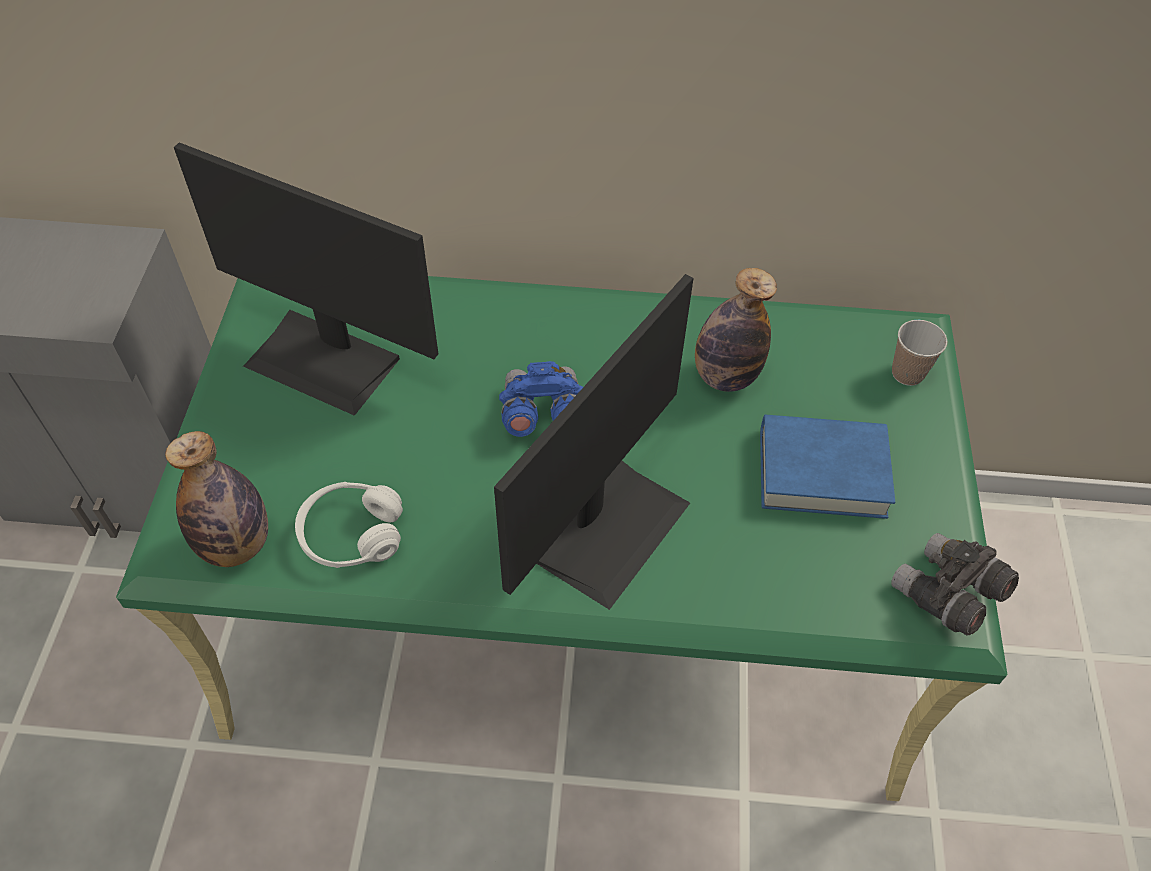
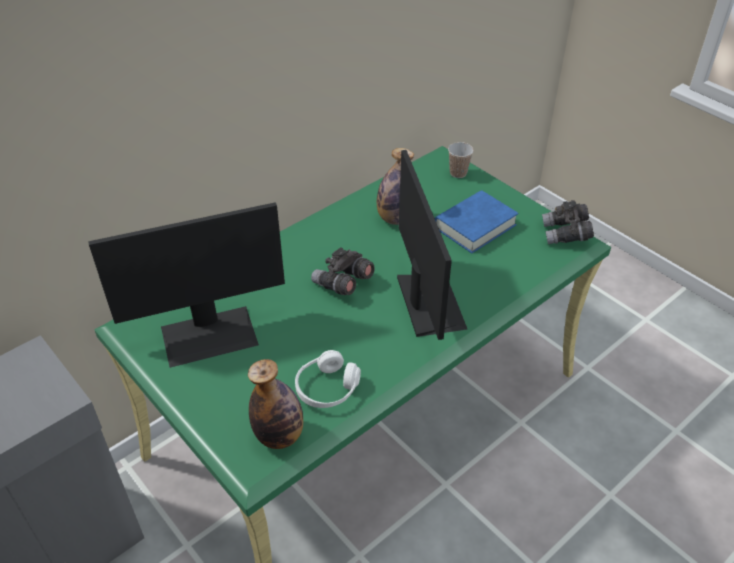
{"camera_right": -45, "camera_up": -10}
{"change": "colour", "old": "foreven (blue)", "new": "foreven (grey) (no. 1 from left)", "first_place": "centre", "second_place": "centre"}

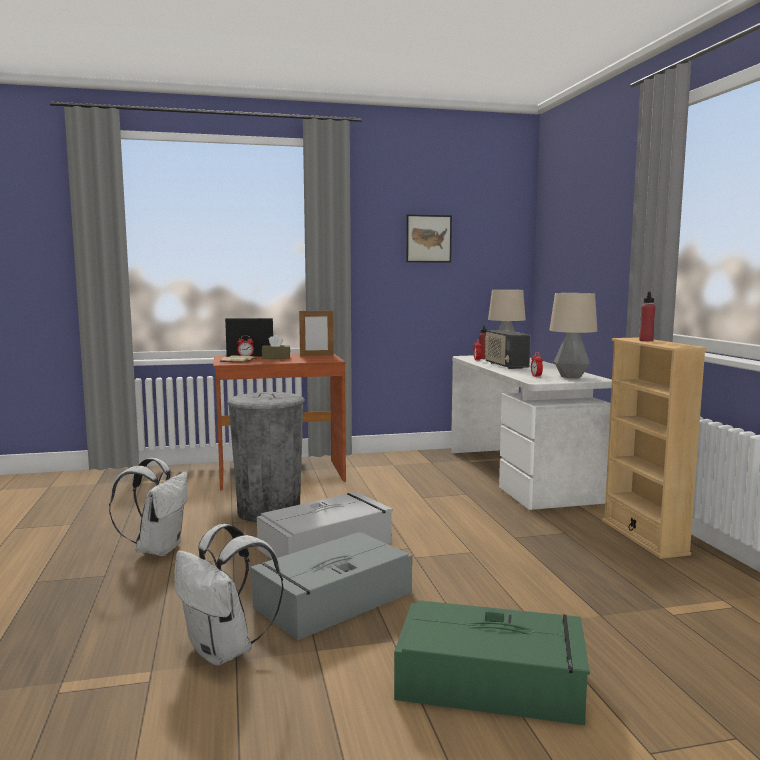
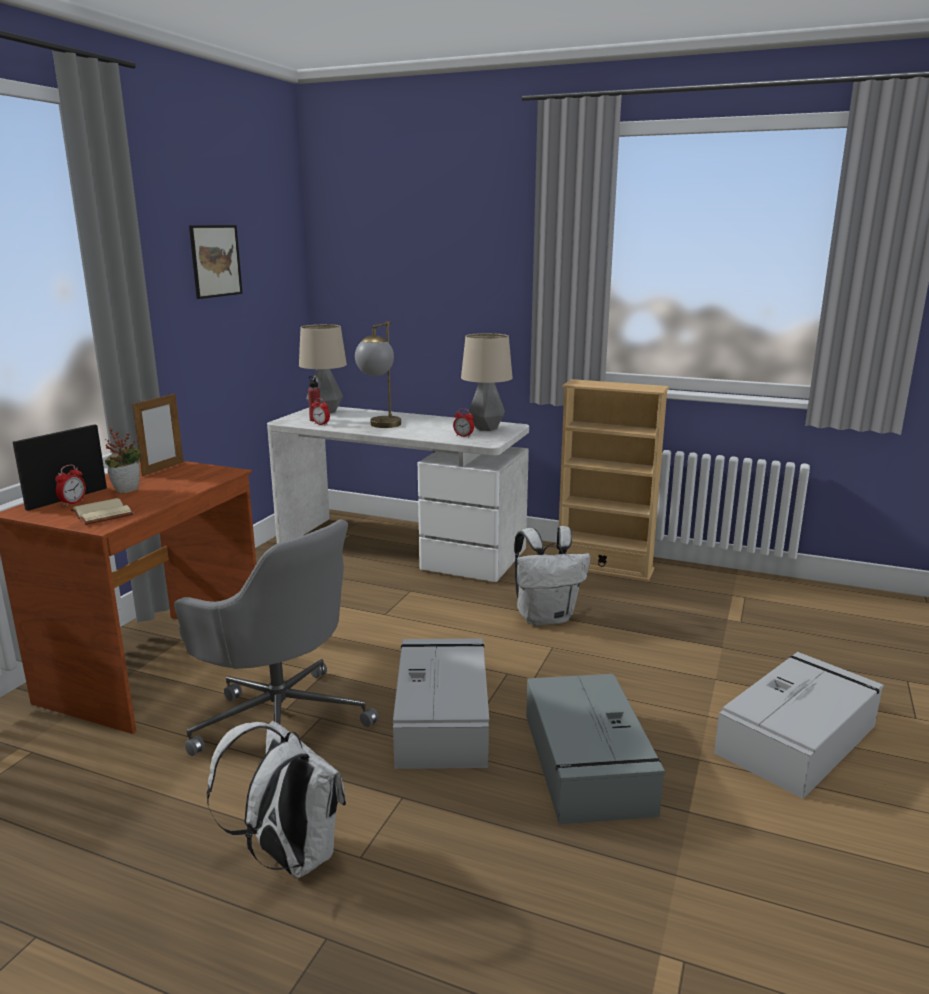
{"camera_right": -55, "camera_up": 10}
{"change": "relocated", "old": "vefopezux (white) (no. 2 from left)", "first_place": "bottom left", "second_place": "centre"}
{"change": "exchanged", "old": "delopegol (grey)", "new": "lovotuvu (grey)", "first_place": "centre", "second_place": "middle left"}
{"change": "exchanged", "old": "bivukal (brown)", "new": "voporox", "first_place": "centre", "second_place": "middle left"}
{"change": "colour", "old": "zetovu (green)", "new": "zetovu (grey) (no. 3 from left)", "first_place": "bottom centre", "second_place": "bottom right"}
{"change": "exchanged", "old": "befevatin", "new": "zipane (no. 2 from left)", "first_place": "middle right", "second_place": "centre"}
{"change": "missing", "old": "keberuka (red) (no. 2 from left)", "first_place": "middle right"}

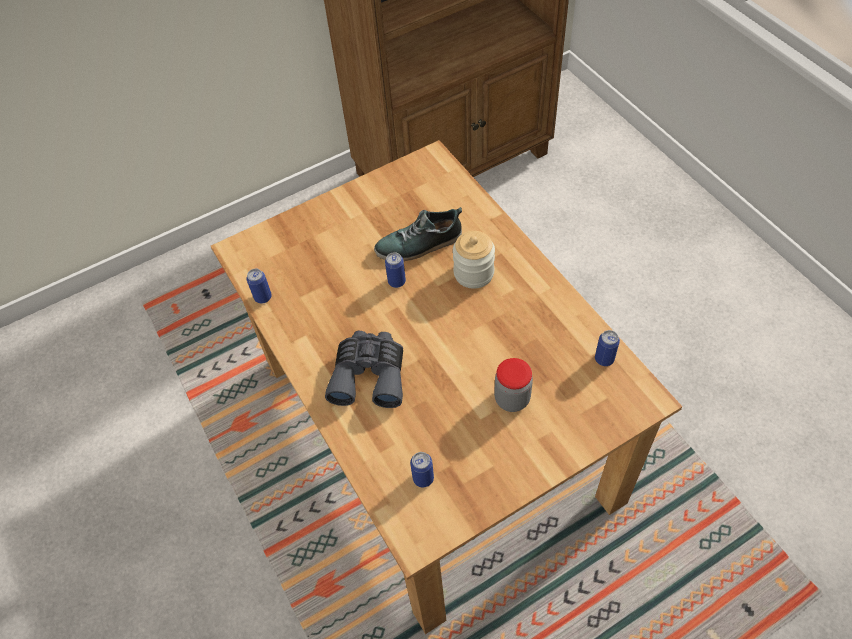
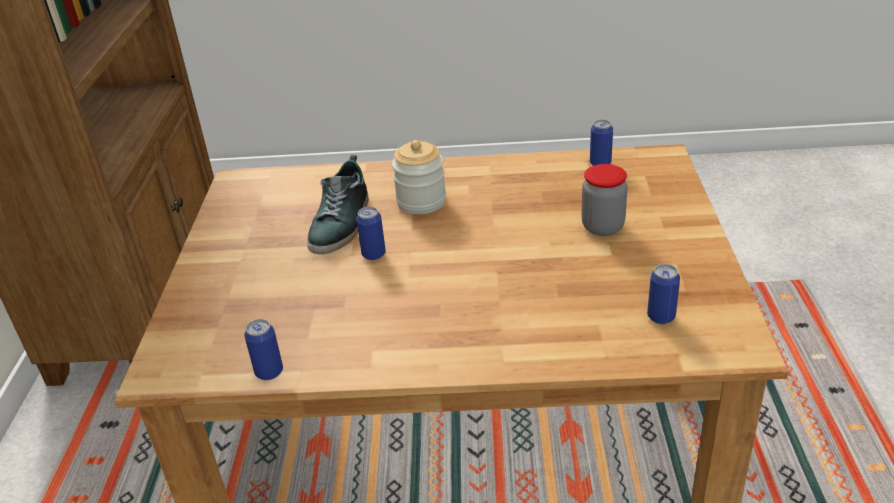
{"camera_right": -60, "camera_up": -20}
{"change": "missing", "old": "foreven (grey)", "first_place": "centre"}

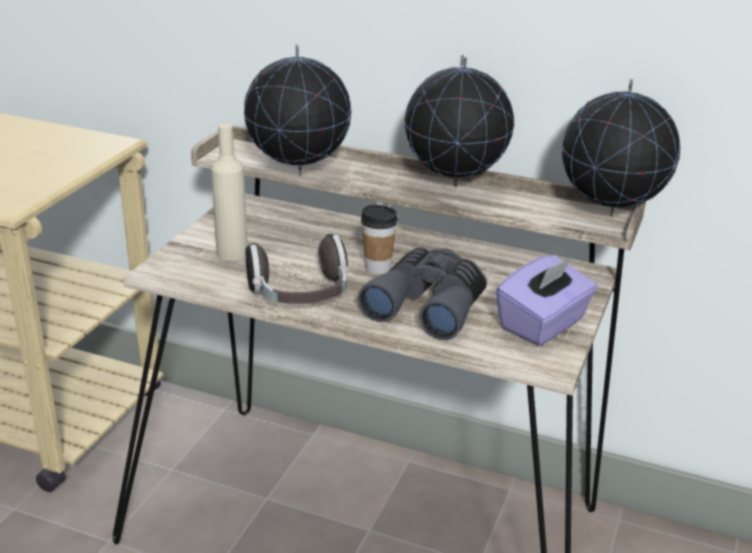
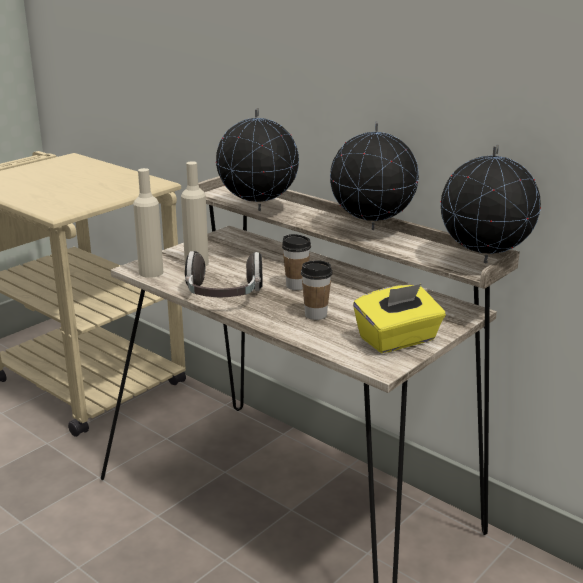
{"camera_right": 20, "camera_up": -5}
{"change": "exchanged", "old": "foreven (grey)", "new": "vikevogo (no. 2 from left)", "first_place": "centre", "second_place": "centre"}
{"change": "colour", "old": "bivukal (purple)", "new": "bivukal (yellow)", "first_place": "middle right", "second_place": "middle right"}
{"change": "appeared", "new": "keberuka (beige) (no. 1 from left)", "second_place": "middle left"}

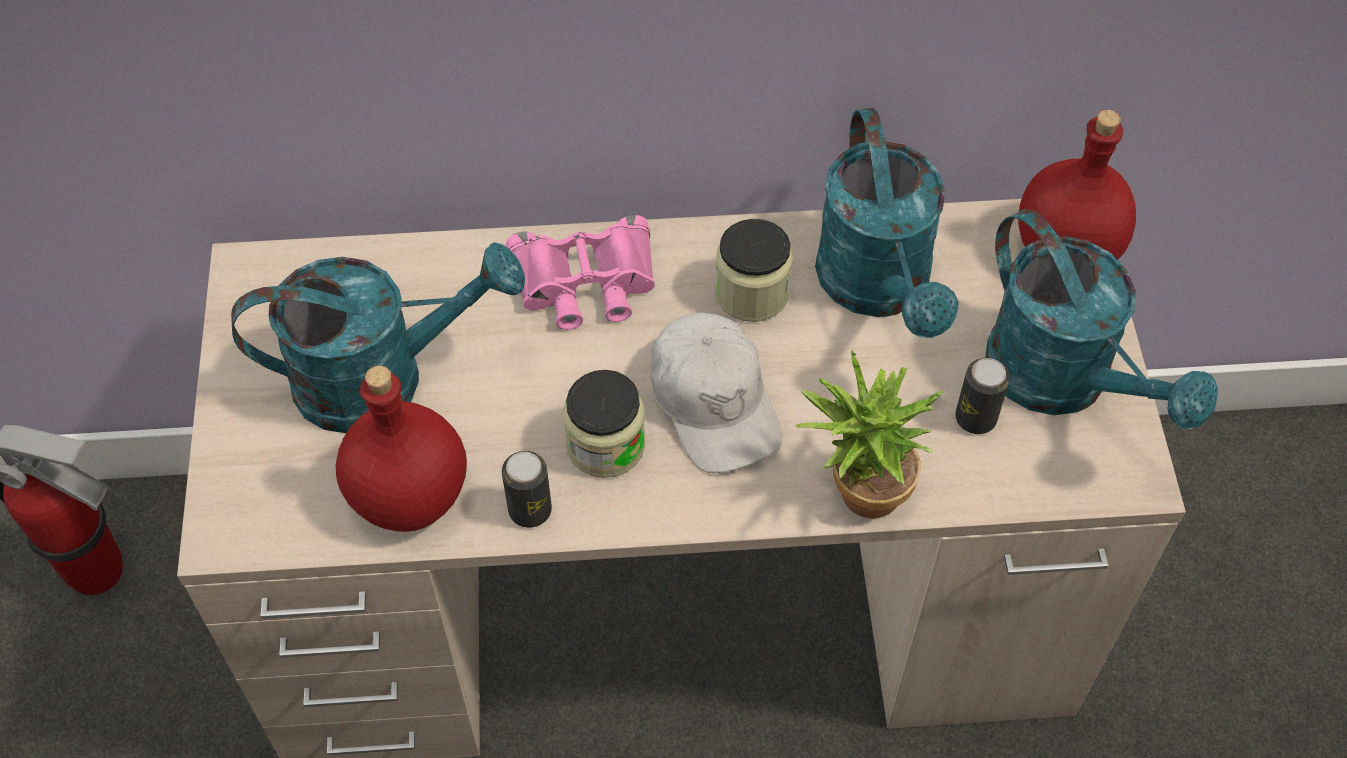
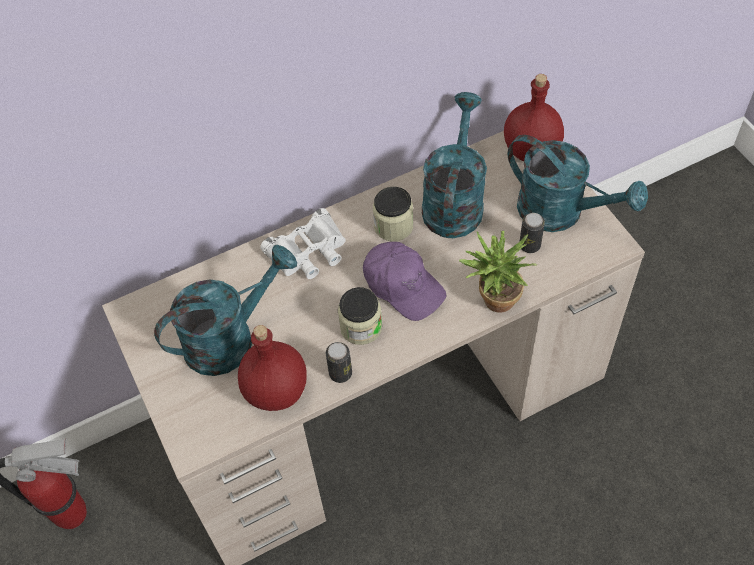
{"camera_right": -20, "camera_up": 0}
{"change": "colour", "old": "foreven (pink)", "new": "foreven (white)", "first_place": "centre", "second_place": "centre"}
{"change": "colour", "old": "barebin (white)", "new": "barebin (purple)", "first_place": "centre", "second_place": "centre"}
{"change": "spun", "old": "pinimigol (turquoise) (no. 2 from left)", "first_place": "top centre", "second_place": "top centre", "degrees": -135}

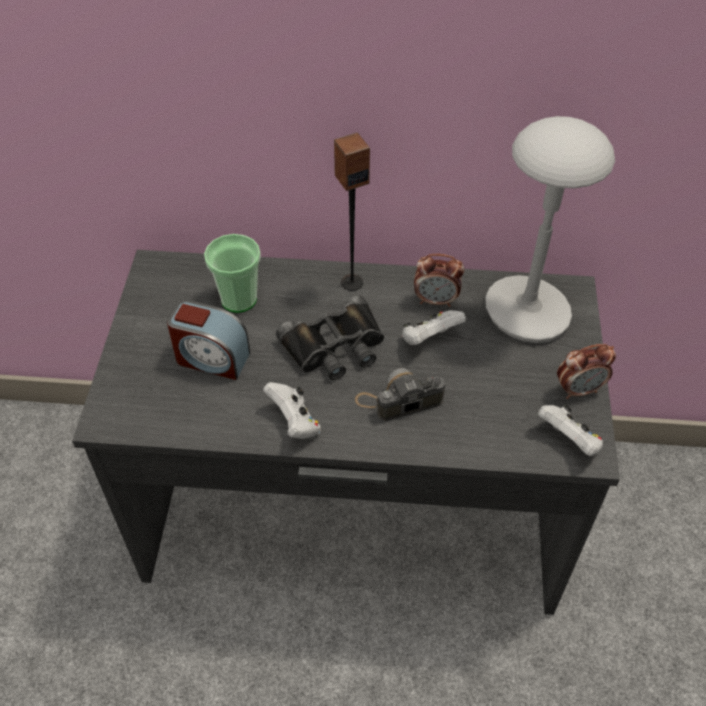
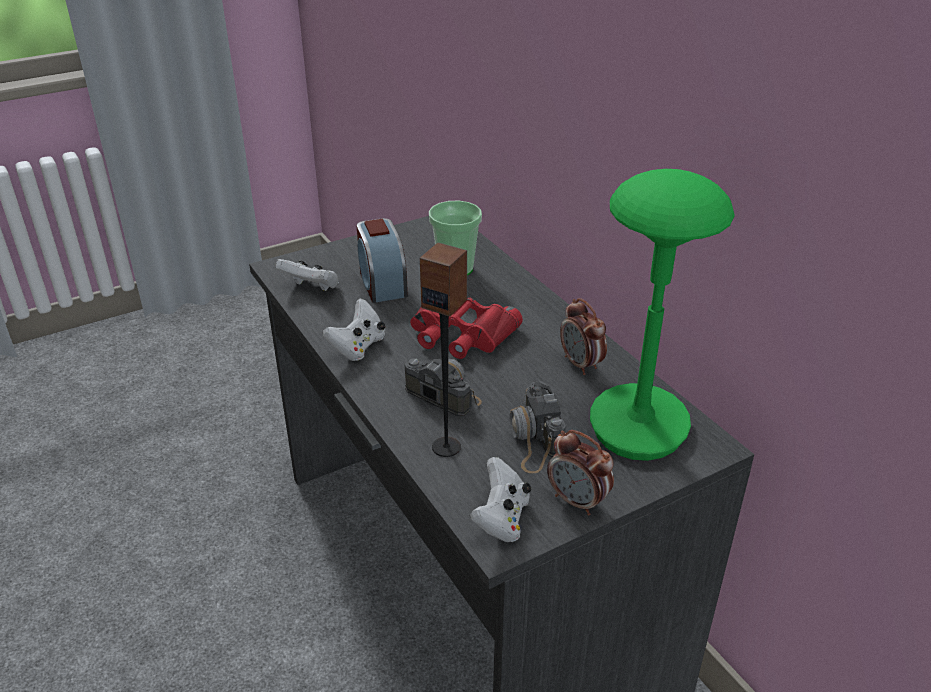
{"camera_right": 55, "camera_up": -15}
{"change": "colour", "old": "foreven (black)", "new": "foreven (red)", "first_place": "centre", "second_place": "centre"}
{"change": "relocated", "old": "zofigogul", "first_place": "top centre", "second_place": "centre"}
{"change": "relocated", "old": "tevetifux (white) (no. 2 from left in the first image)", "new": "tevetifux (white) (no. 1 from left)", "first_place": "centre", "second_place": "middle left"}
{"change": "colour", "old": "zipane (grey)", "new": "zipane (green)", "first_place": "top right", "second_place": "middle right"}
{"change": "appeared", "new": "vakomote (no. 2 from left)", "second_place": "centre"}

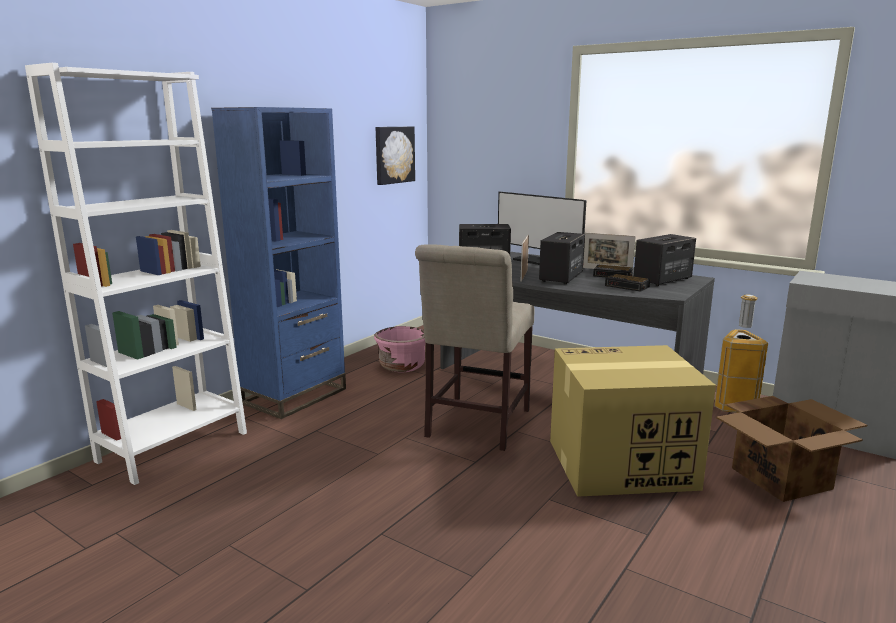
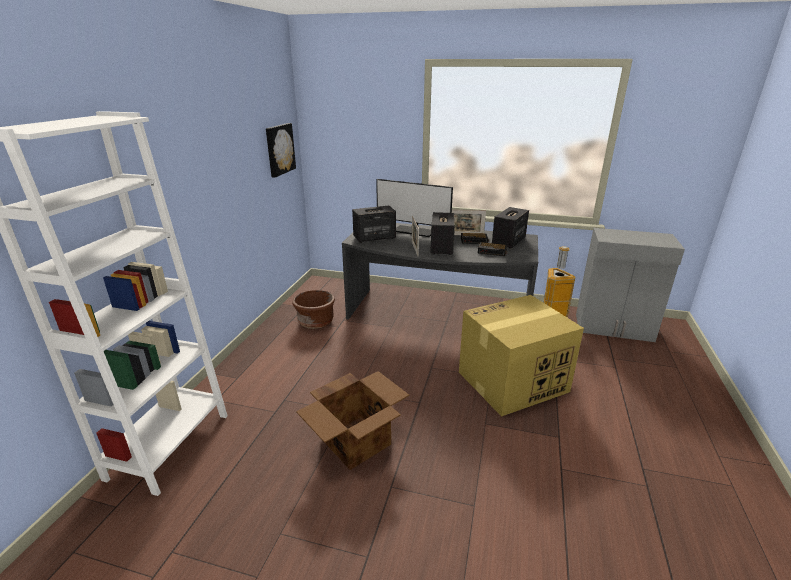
{"camera_right": -20, "camera_up": 10}
{"change": "missing", "old": "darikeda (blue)", "first_place": "middle left"}
{"change": "colour", "old": "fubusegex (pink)", "new": "fubusegex (brown)", "first_place": "centre", "second_place": "centre"}
{"change": "missing", "old": "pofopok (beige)", "first_place": "centre"}
{"change": "relocated", "old": "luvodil (no. 2 from left in the first image)", "new": "luvodil (no. 1 from left)", "first_place": "bottom right", "second_place": "bottom centre"}

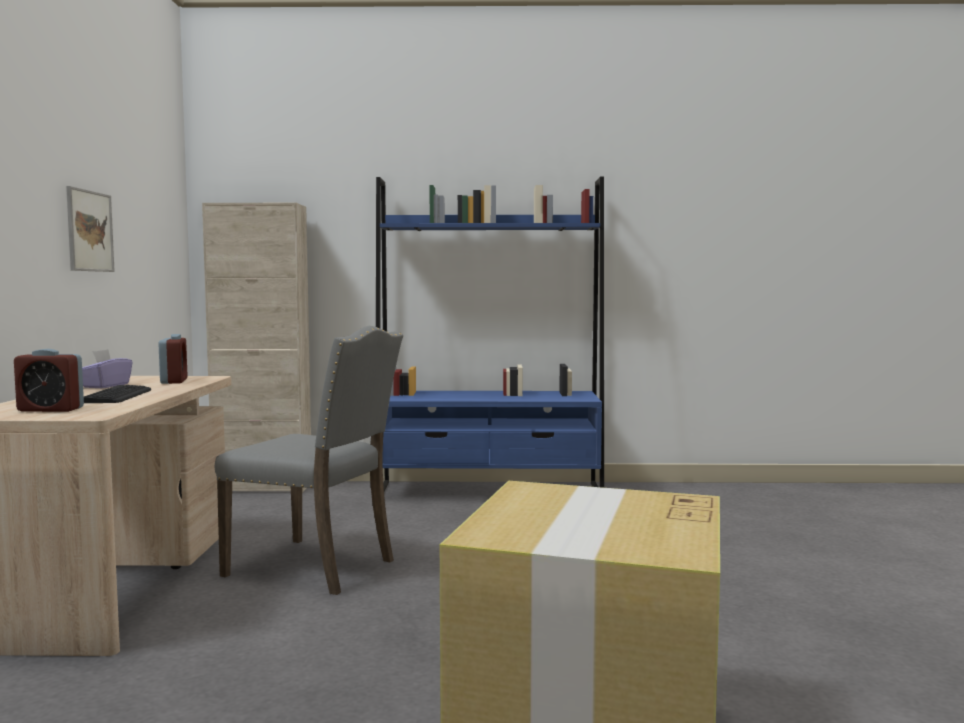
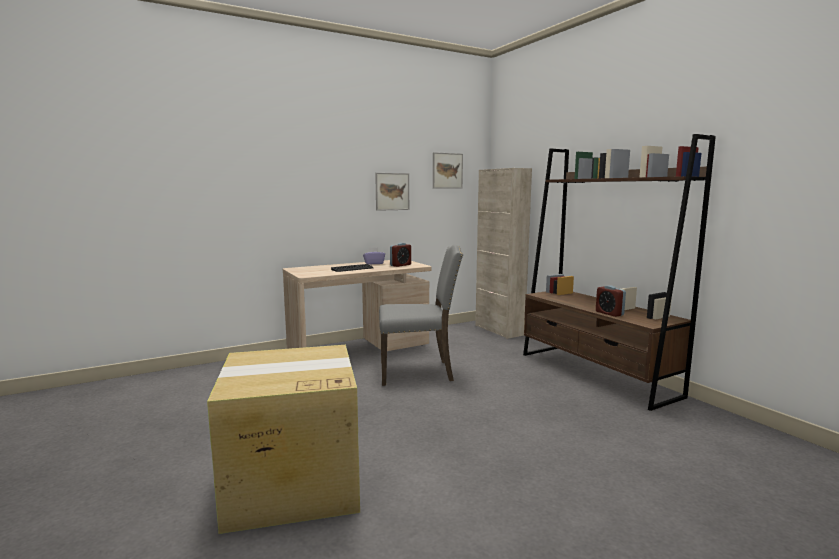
{"camera_right": 60, "camera_up": 5}
{"change": "relocated", "old": "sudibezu (no. 1 from left in the first image)", "new": "sudibezu (no. 2 from left)", "first_place": "middle left", "second_place": "middle right"}
{"change": "spun", "old": "pofopok (grey)", "first_place": "middle left", "second_place": "centre", "degrees": -90}
{"change": "colour", "old": "darikeda (blue)", "new": "darikeda (brown)", "first_place": "centre", "second_place": "middle right"}
{"change": "appeared", "new": "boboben (no. 2 from left)", "second_place": "top centre"}

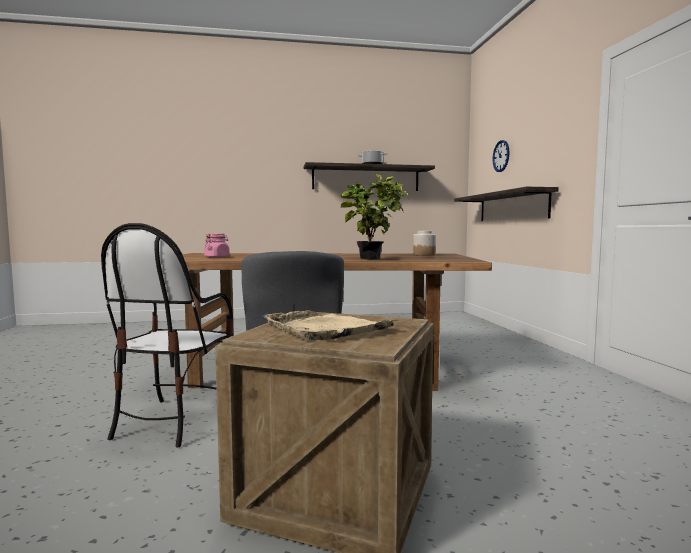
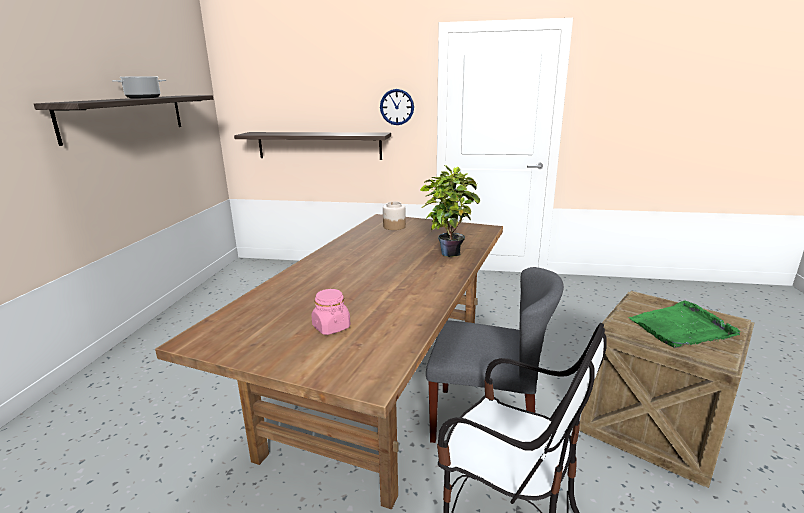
{"camera_right": -70, "camera_up": 15}
{"change": "colour", "old": "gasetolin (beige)", "new": "gasetolin (green)", "first_place": "centre", "second_place": "middle right"}
{"change": "relocated", "old": "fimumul", "first_place": "top right", "second_place": "top centre"}

